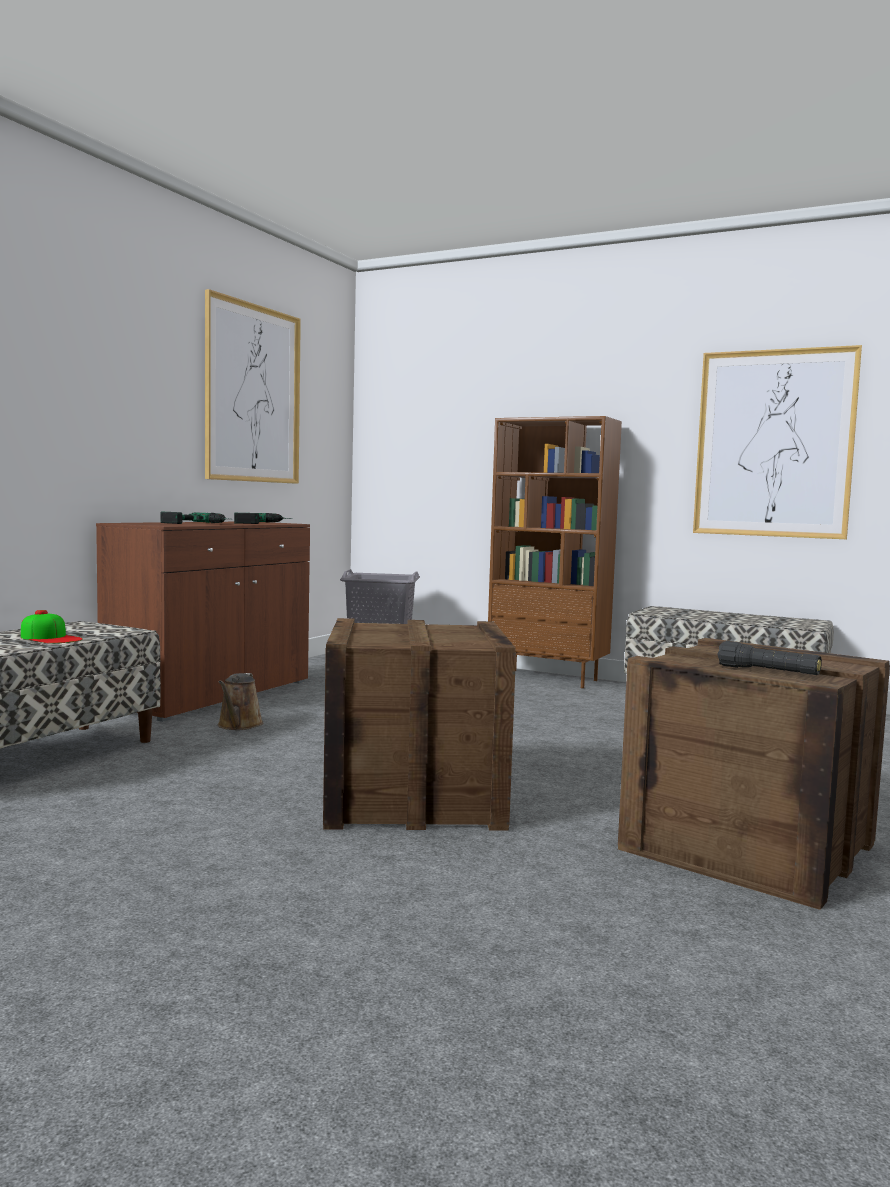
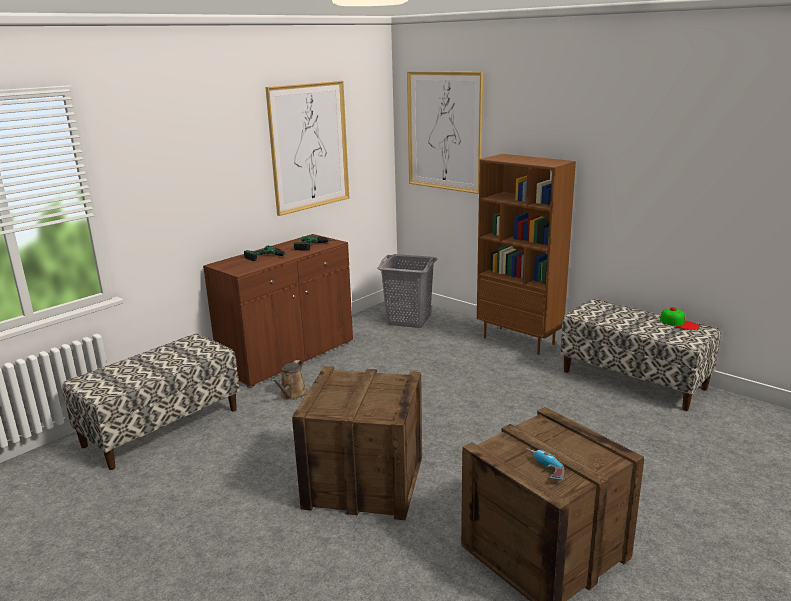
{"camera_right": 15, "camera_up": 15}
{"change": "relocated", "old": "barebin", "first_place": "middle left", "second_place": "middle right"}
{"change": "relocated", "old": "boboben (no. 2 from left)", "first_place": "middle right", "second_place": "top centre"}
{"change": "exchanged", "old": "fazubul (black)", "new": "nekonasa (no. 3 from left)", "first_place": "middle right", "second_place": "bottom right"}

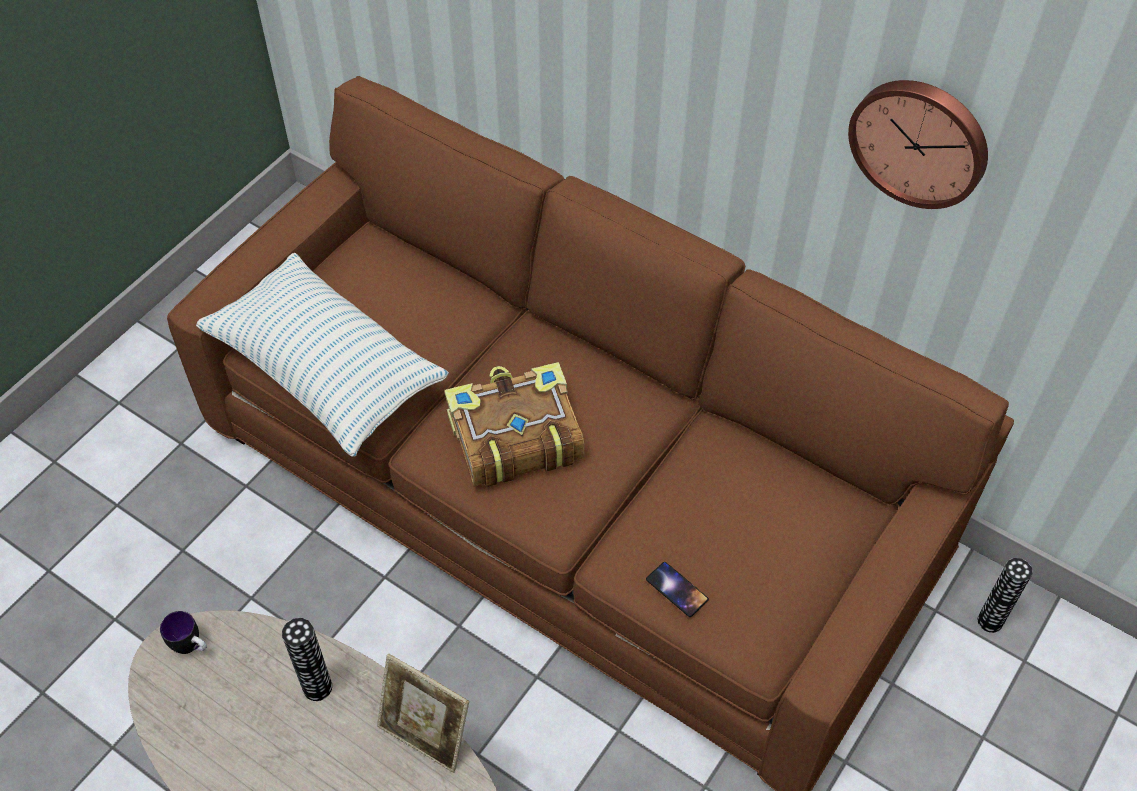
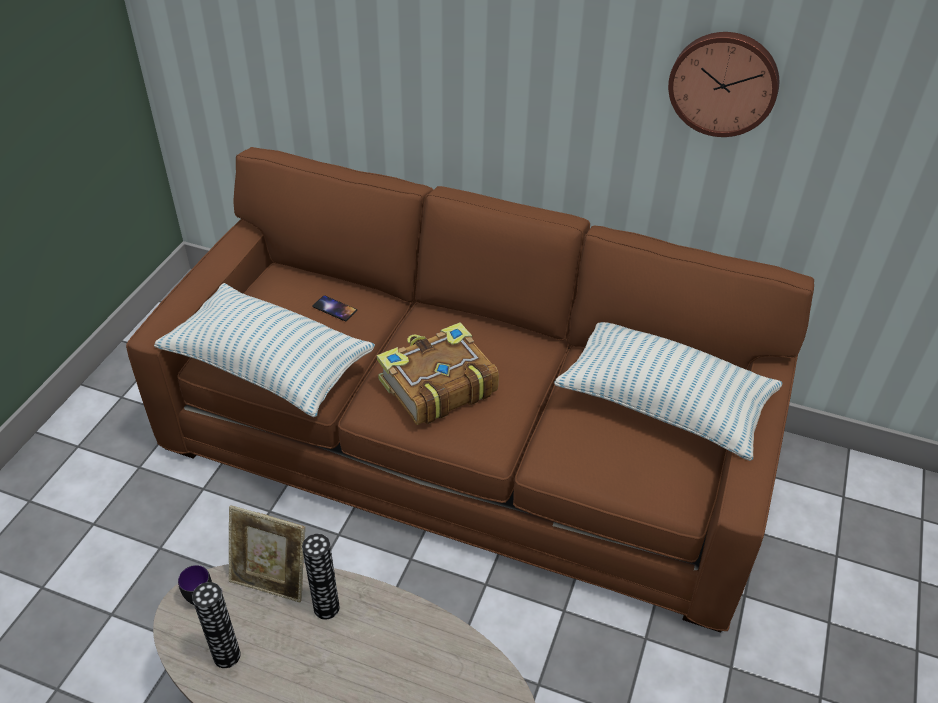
{"camera_right": -15, "camera_up": -10}
{"change": "relocated", "old": "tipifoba", "first_place": "bottom centre", "second_place": "bottom left"}
{"change": "relocated", "old": "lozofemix", "first_place": "bottom centre", "second_place": "centre"}
{"change": "relocated", "old": "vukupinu (no. 2 from left in the first image)", "new": "vukupinu (no. 1 from left)", "first_place": "bottom right", "second_place": "bottom left"}
{"change": "appeared", "new": "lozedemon (no. 2 from left)", "second_place": "middle right"}

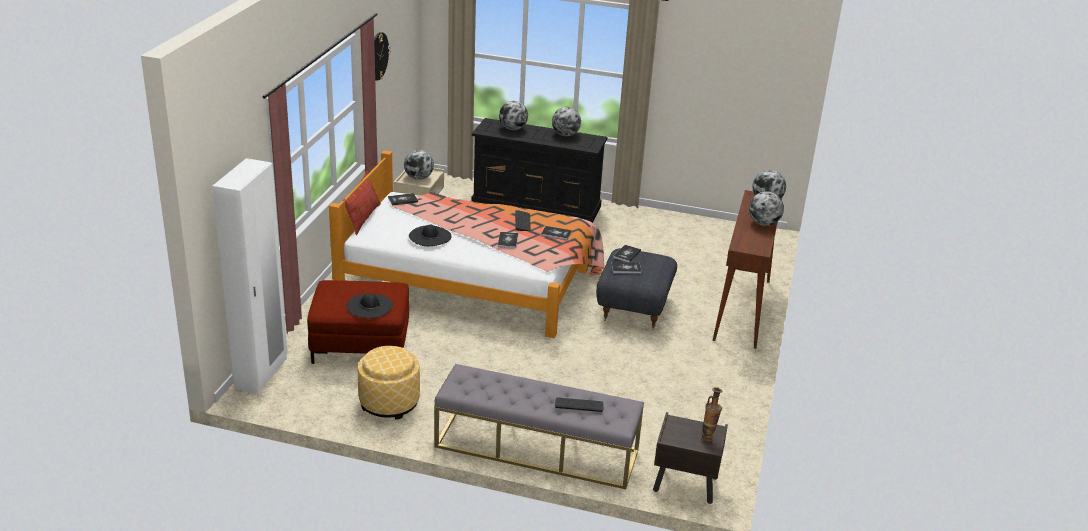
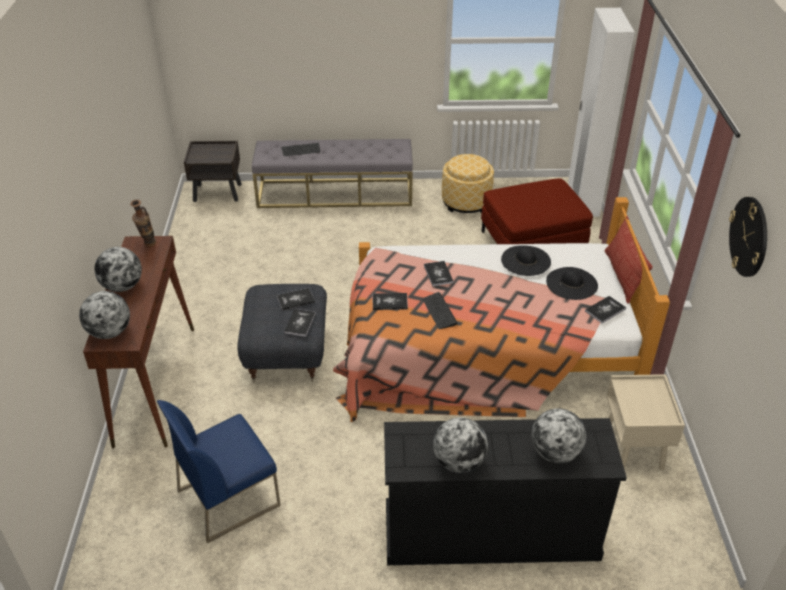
{"camera_right": 165, "camera_up": 10}
{"change": "relocated", "old": "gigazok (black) (no. 1 from left in the first image)", "new": "gigazok (black) (no. 2 from left)", "first_place": "centre", "second_place": "middle right"}
{"change": "missing", "old": "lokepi (no. 1 from left)", "first_place": "top centre"}
{"change": "relocated", "old": "vukupinu", "first_place": "bottom centre", "second_place": "middle left"}
{"change": "appeared", "new": "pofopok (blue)", "second_place": "bottom left"}

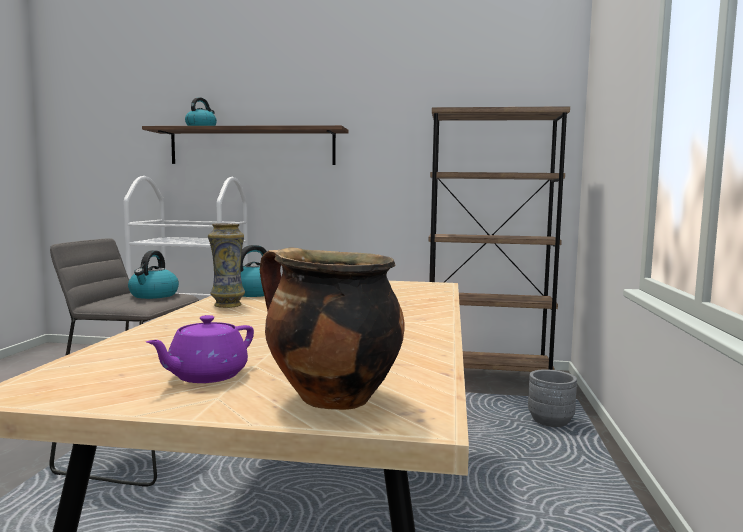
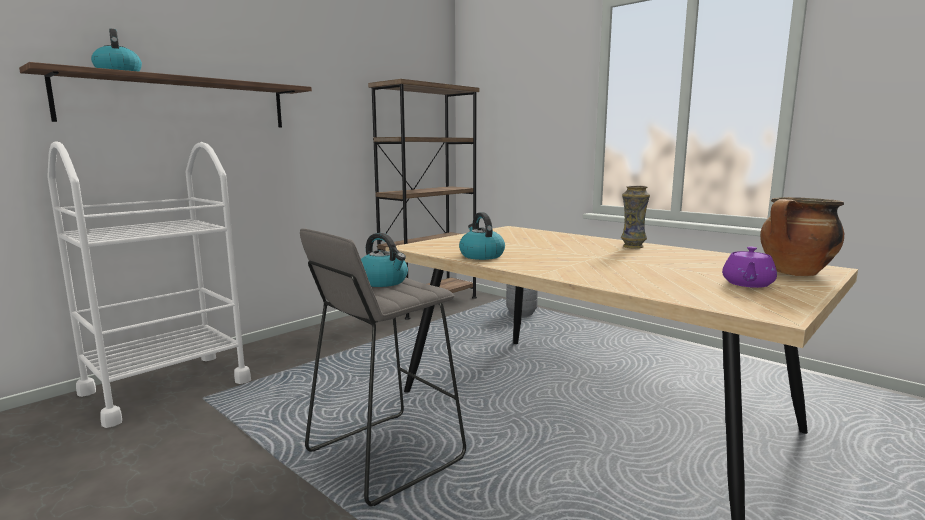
{"camera_right": -55, "camera_up": 5}
{"change": "spun", "old": "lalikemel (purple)", "first_place": "middle left", "second_place": "middle right", "degrees": 45}
{"change": "relocated", "old": "vukupinu", "first_place": "middle left", "second_place": "middle right"}

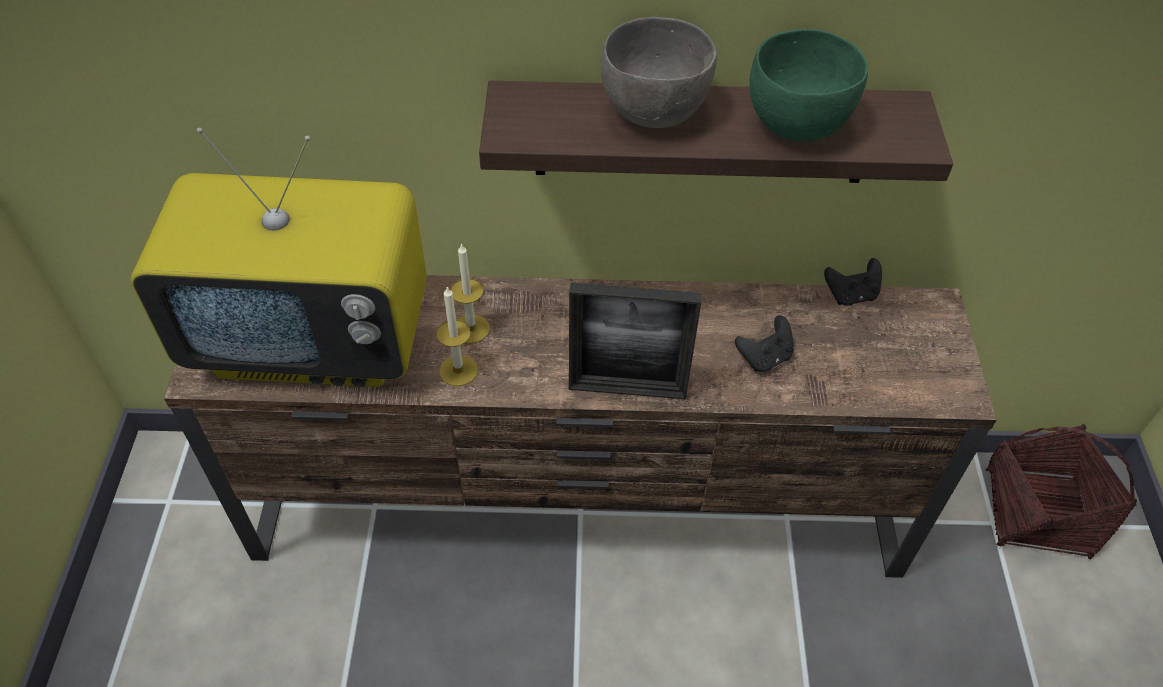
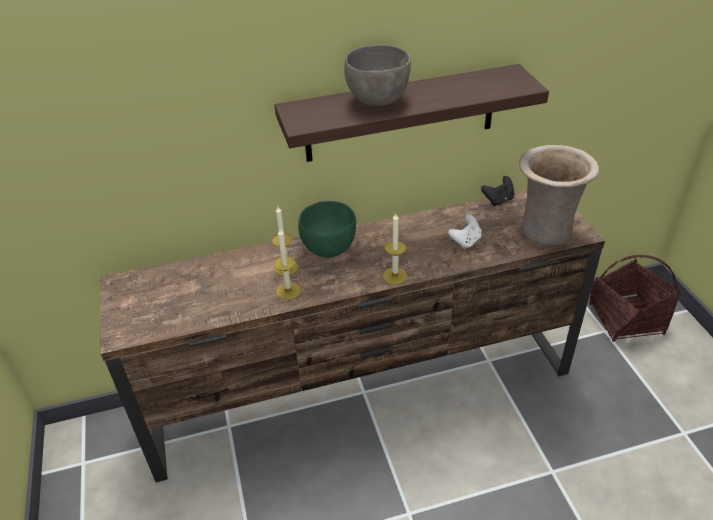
{"camera_right": -15, "camera_up": -10}
{"change": "missing", "old": "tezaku", "first_place": "middle left"}
{"change": "exchanged", "old": "tipifoba", "new": "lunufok (no. 3 from left)", "first_place": "centre", "second_place": "centre"}
{"change": "colour", "old": "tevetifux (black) (no. 1 from left)", "new": "tevetifux (white)", "first_place": "centre", "second_place": "centre"}
{"change": "relocated", "old": "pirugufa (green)", "first_place": "top right", "second_place": "centre"}
{"change": "appeared", "new": "vukupinu (beige)", "second_place": "middle right"}

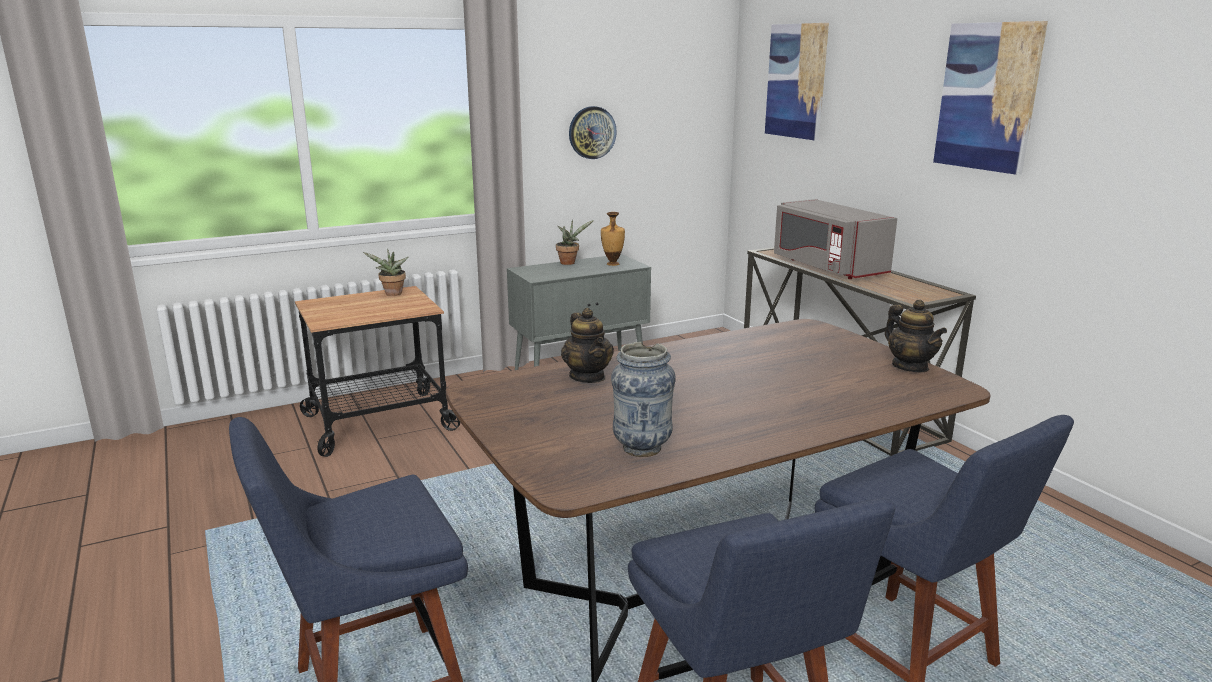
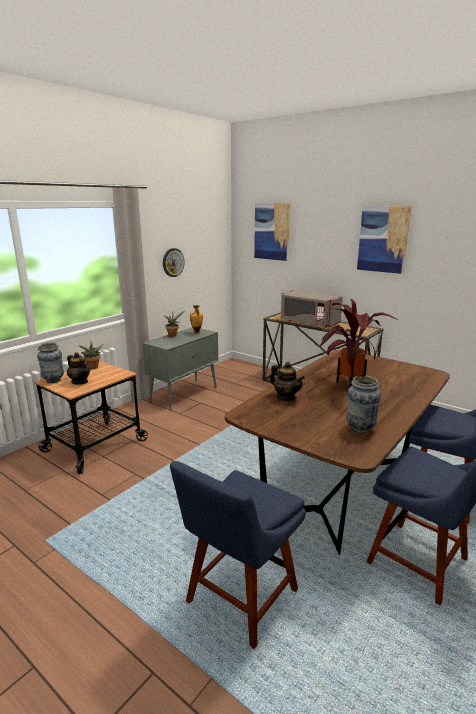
{"camera_right": -25, "camera_up": 0}
{"change": "relocated", "old": "lalikemel (no. 2 from left in the first image)", "new": "lalikemel (no. 1 from left)", "first_place": "middle right", "second_place": "middle left"}
{"change": "appeared", "new": "vukupinu (no. 1 from left)", "second_place": "middle left"}
{"change": "appeared", "new": "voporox (no. 3 from left)", "second_place": "middle right"}

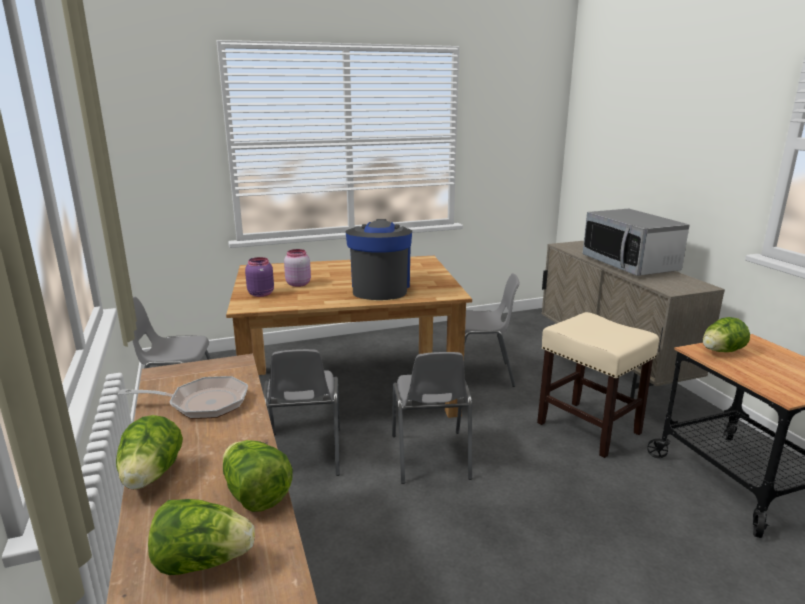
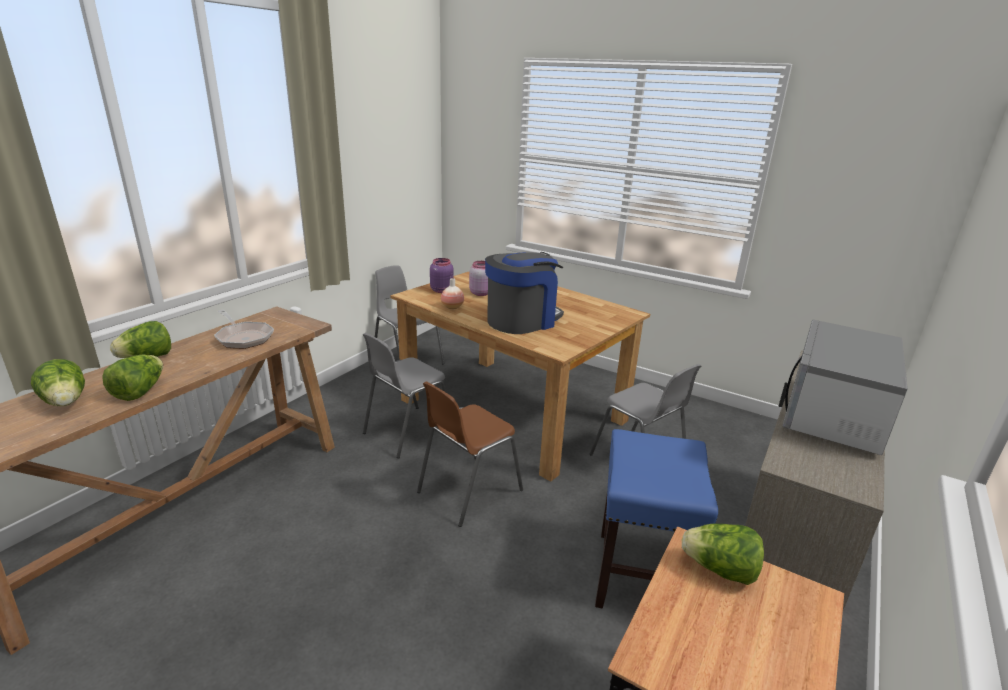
{"camera_right": 50, "camera_up": 5}
{"change": "colour", "old": "pofopok (grey) (no. 3 from left)", "new": "pofopok (brown)", "first_place": "bottom centre", "second_place": "centre"}
{"change": "colour", "old": "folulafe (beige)", "new": "folulafe (blue)", "first_place": "middle right", "second_place": "bottom centre"}
{"change": "appeared", "new": "vukupinu", "second_place": "centre"}

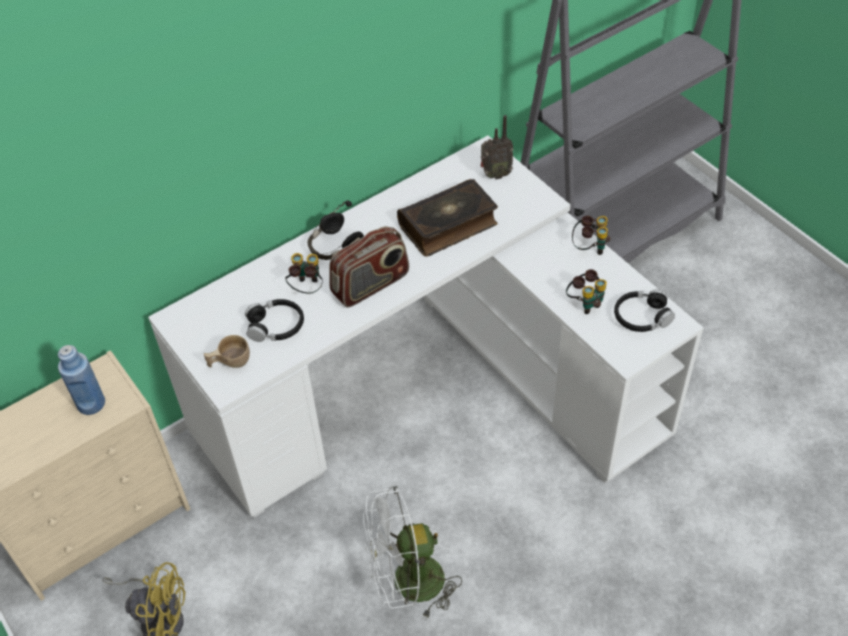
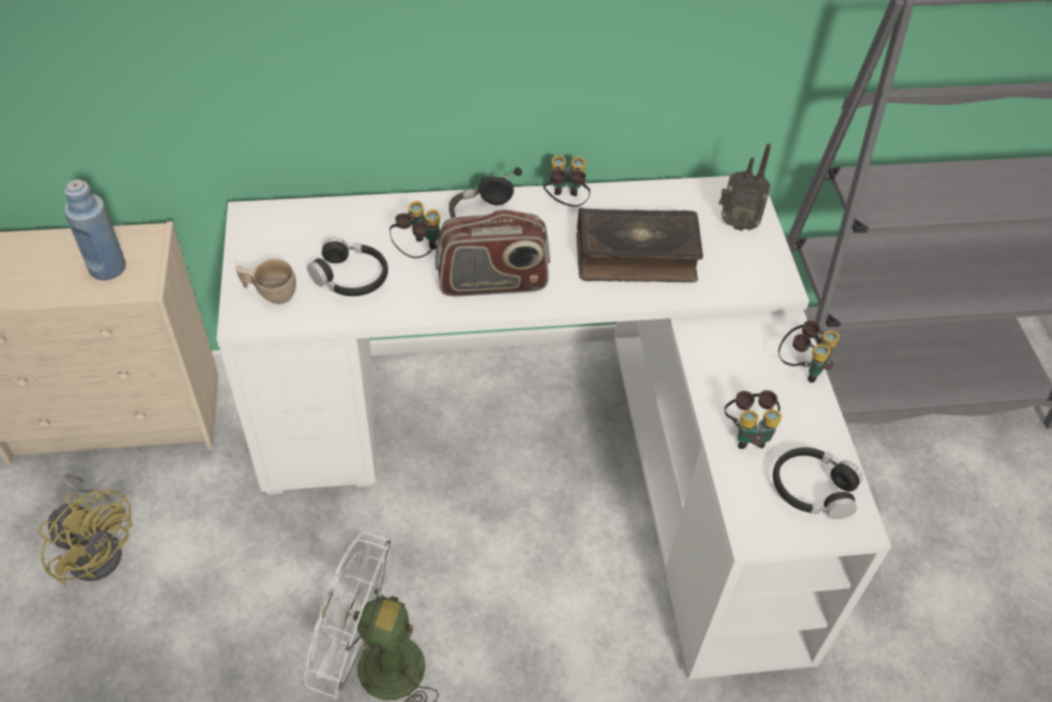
{"camera_right": 25, "camera_up": 0}
{"change": "appeared", "new": "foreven (no. 2 from left)", "second_place": "top centre"}

